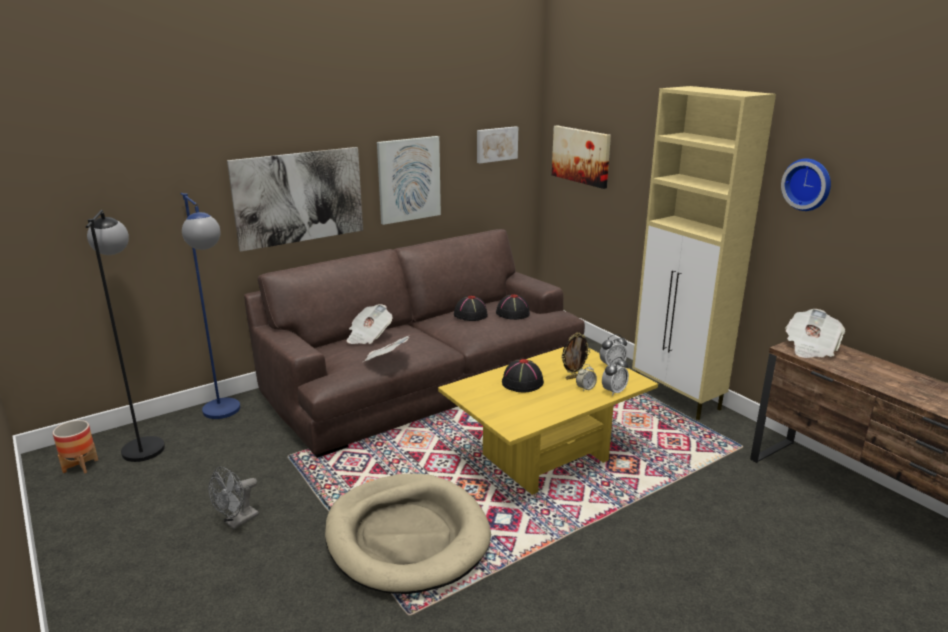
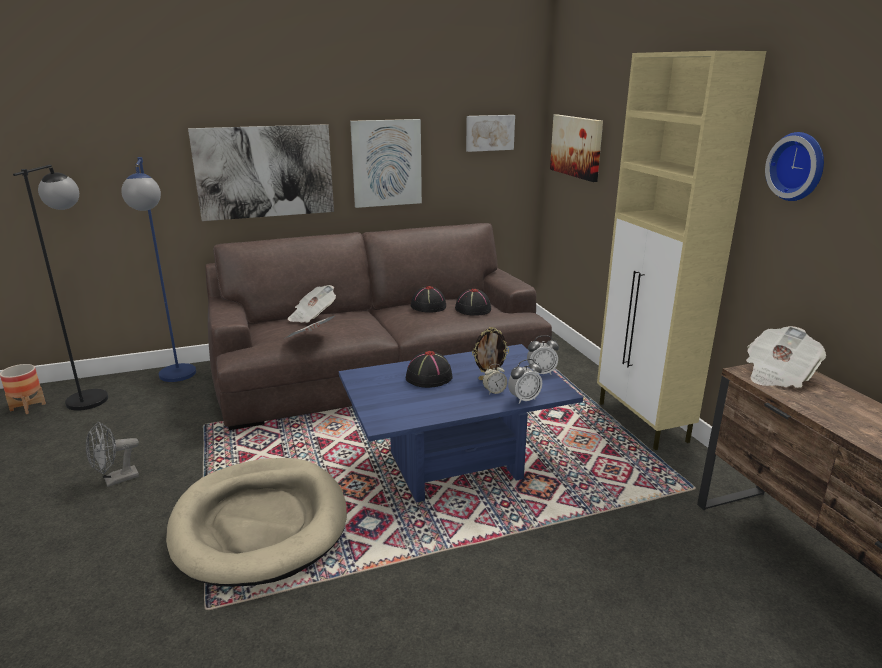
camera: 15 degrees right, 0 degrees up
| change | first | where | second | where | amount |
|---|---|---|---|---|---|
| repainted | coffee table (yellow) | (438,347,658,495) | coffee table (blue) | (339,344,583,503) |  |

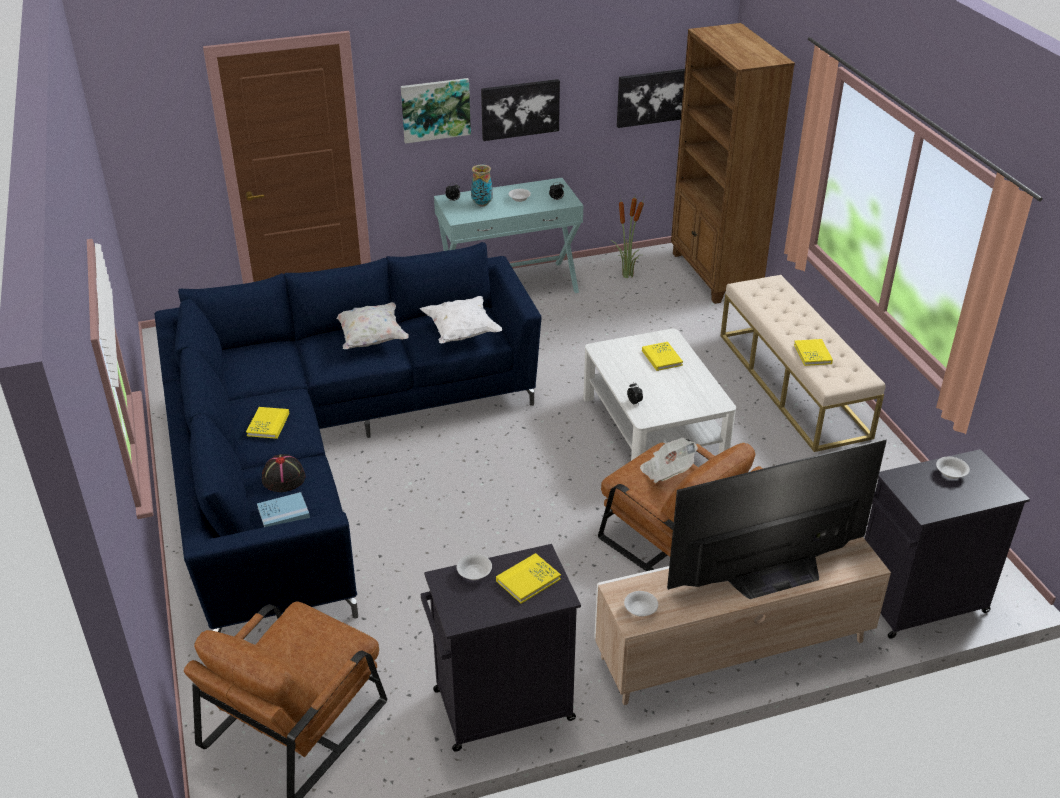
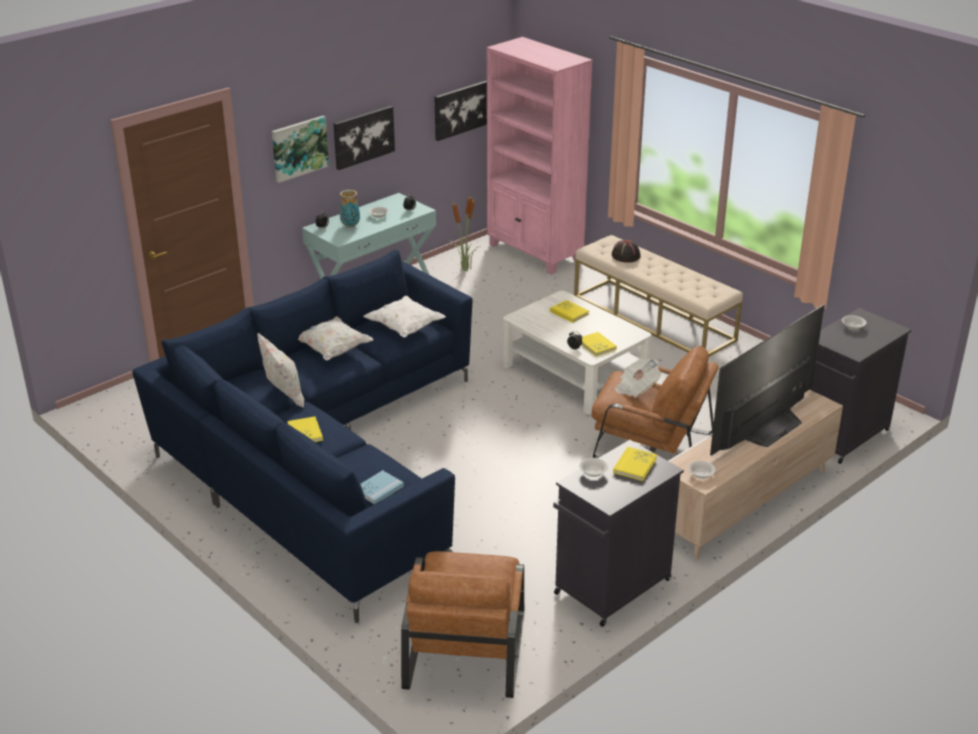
camera: 25 degrees left, 5 degrees down
| change | first | where | second | where | amount |
|---|---|---|---|---|---|
| new |  |  | pillow (white) | (257,333,304,408) |  |
| repainted | bookcase (brown) | (671,23,795,304) | bookcase (pink) | (487,37,593,275) |  |
| shifted | book (yellow) | (794,339,833,366) |  | (581,332,617,356) |  |
| shifted | hat (black) | (262,454,306,492) |  | (611,240,641,263) |  |

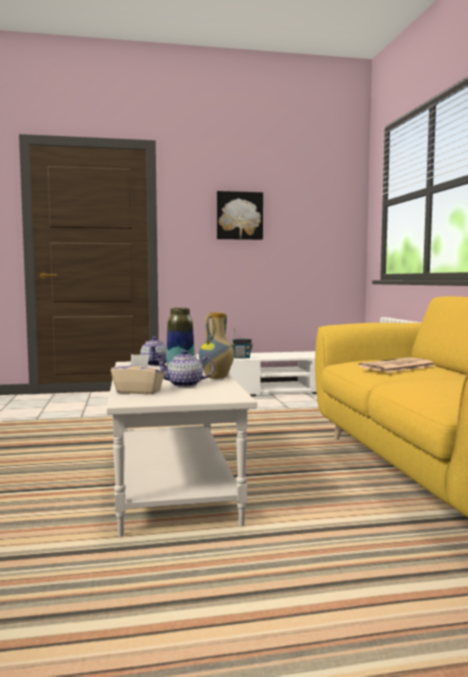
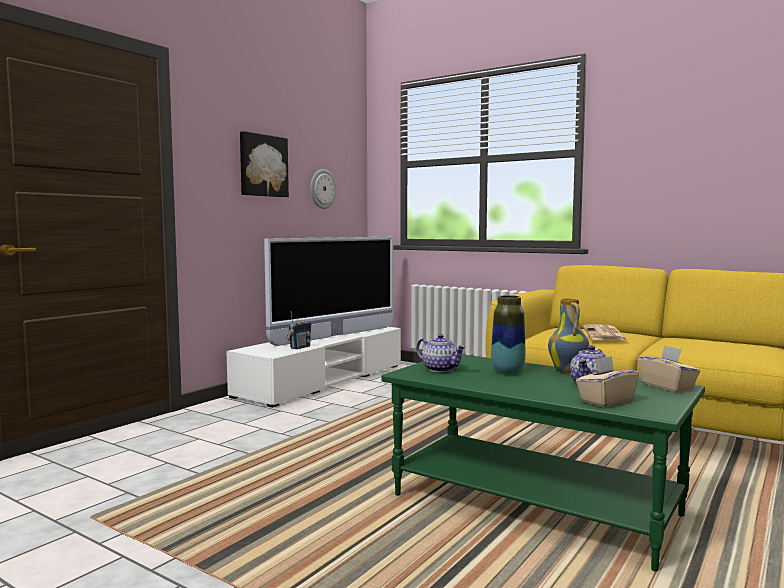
camera: 45 degrees left, 0 degrees up
| change | first | where | second | where | amount |
|---|---|---|---|---|---|
| new |  |  | television | (264,237,393,346) |  |
| new |  |  | wall clock | (310,169,337,209) |  |
| repainted | coffee table (white) | (107,360,257,537) | coffee table (green) | (381,355,705,572) |  |
| new |  |  | tissue box (beige) | (637,345,700,392) |  |

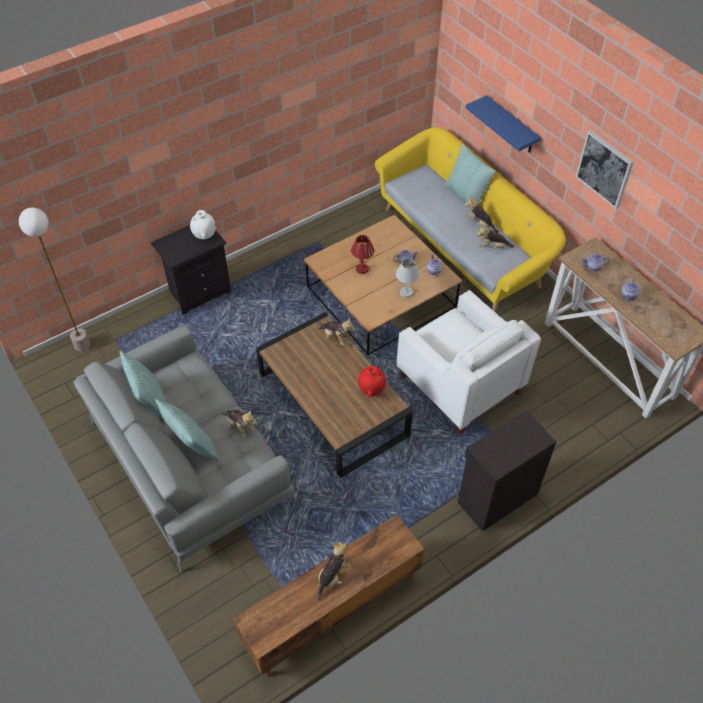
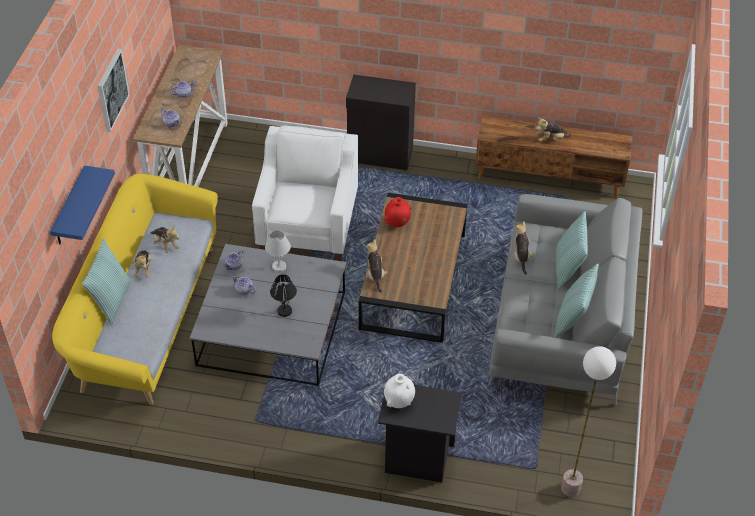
camera: 135 degrees left, 5 degrees down
| change | first | where | second | where | amount |
|---|---|---|---|---|---|
| repainted | coffee table (brown) | (304,215,462,355) | coffee table (grey) | (190,244,346,386) |  |
| repainted | table lamp (red) | (351,235,374,274) | table lamp (black) | (270,274,297,317) |  |

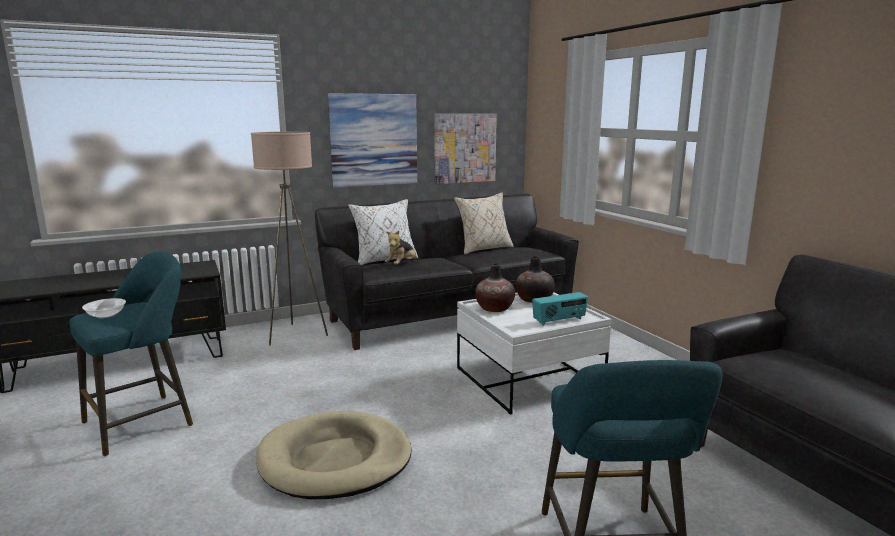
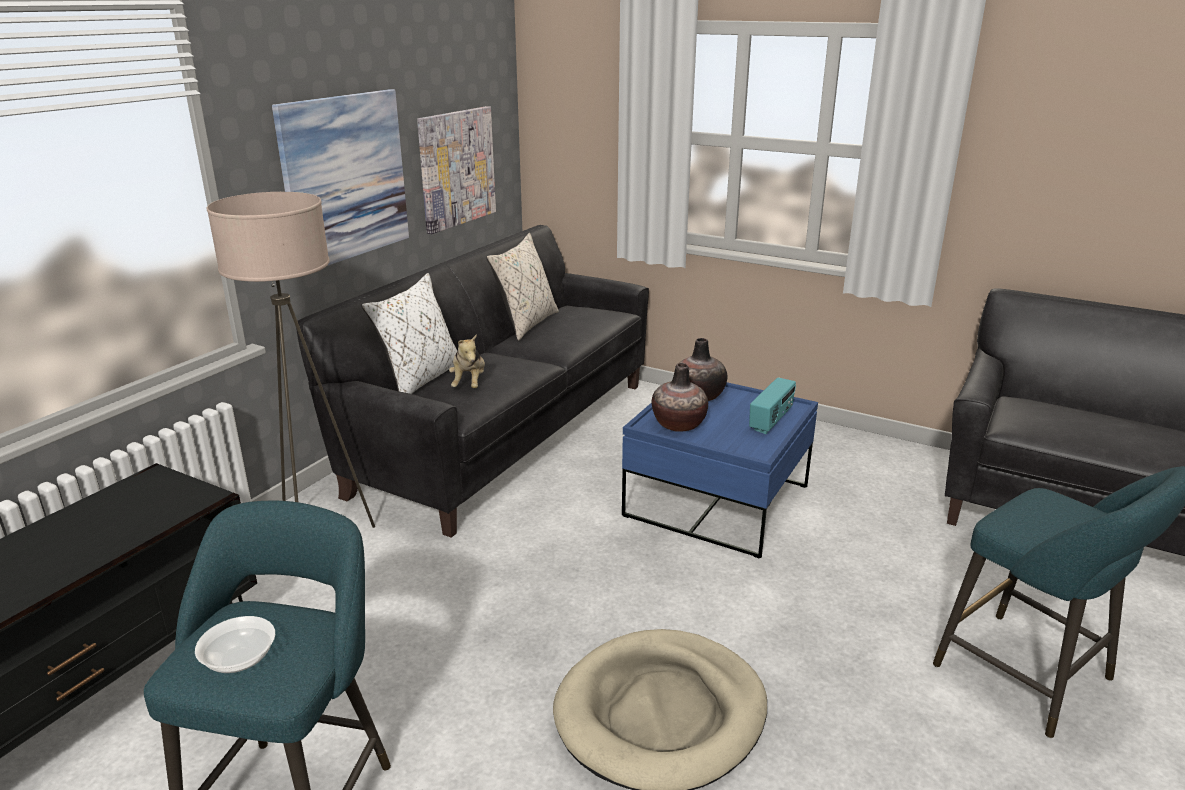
camera: 35 degrees left, 10 degrees up
| change | first | where | second | where | amount |
|---|---|---|---|---|---|
| repainted | coffee table (white) | (457,292,612,415) | coffee table (blue) | (622,382,818,558) |  |

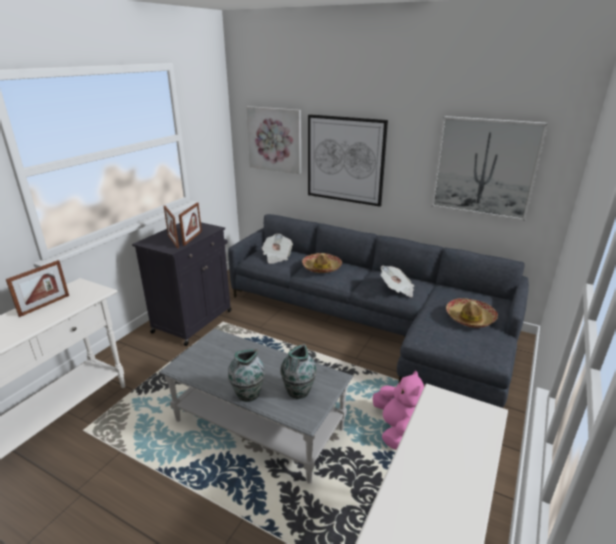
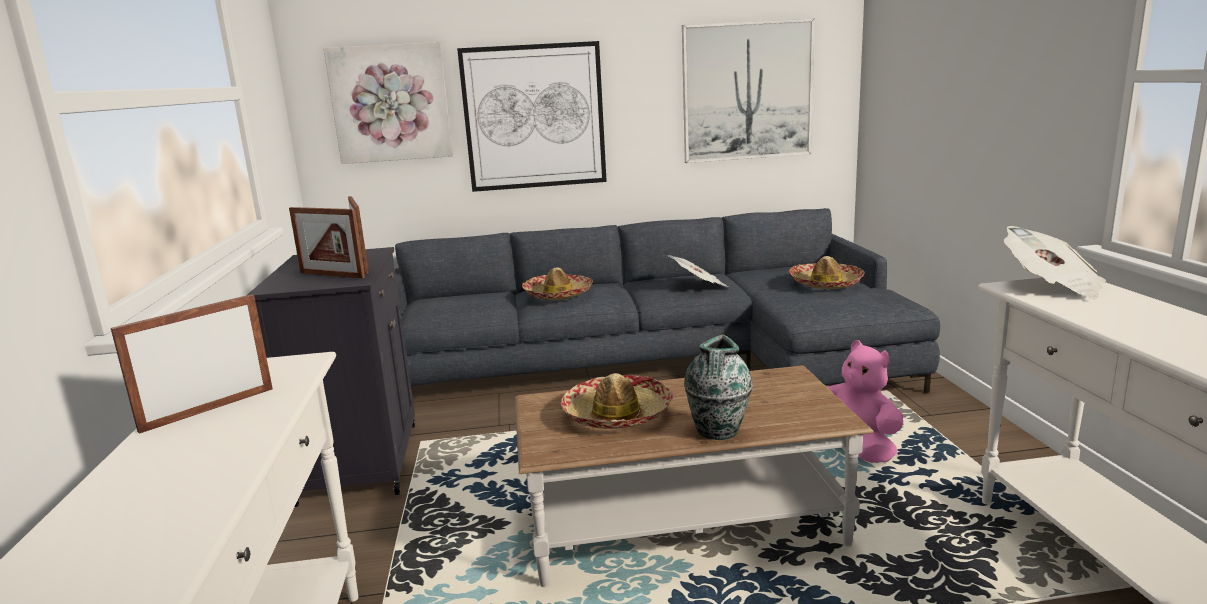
camera: 35 degrees left, 10 degrees down
| change | first | where | second | where | amount |
|---|---|---|---|---|---|
| rotated | picture frame | (6,260,69,317) |  | (111,294,273,434) | 135 degrees counterclockwise |
| repainted | coffee table (grey) | (159,329,353,484) | coffee table (brown) | (515,365,874,587) |  |
| new |  |  | hat | (561,373,673,429) |  |
| shifted | newspaper | (262,234,293,264) |  | (1004,226,1106,300) |  |
| gone | vase | (280,344,317,399) |  |  |  |

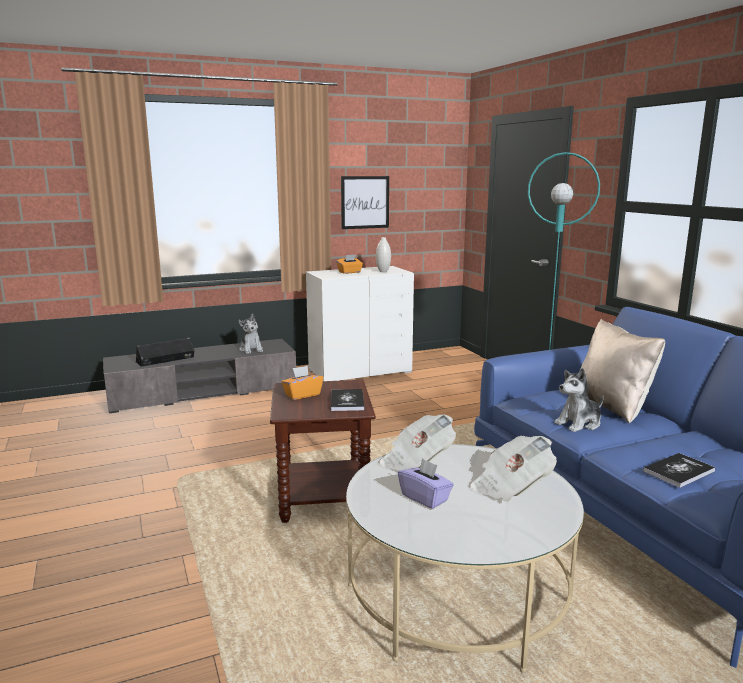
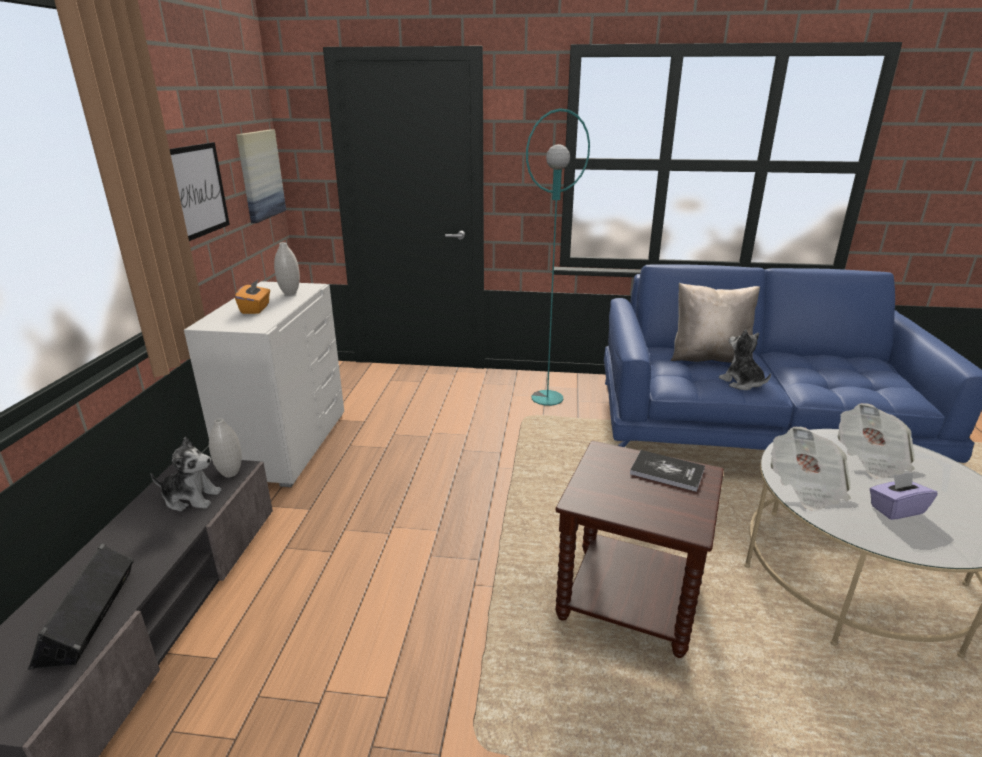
camera: 60 degrees left, 10 degrees up
| change | first | where | second | where | amount |
|---|---|---|---|---|---|
| new |  |  | vase (white) | (209,418,242,478) |  |
| new |  |  | picture | (236,130,286,223) |  |
| rotated | plush toy | (554,368,604,432) |  | (719,329,771,390) | 150 degrees clockwise |
| gone | tissue box (orange) | (281,366,323,400) |  |  |  |
| gone | book | (643,453,716,488) |  |  |  |

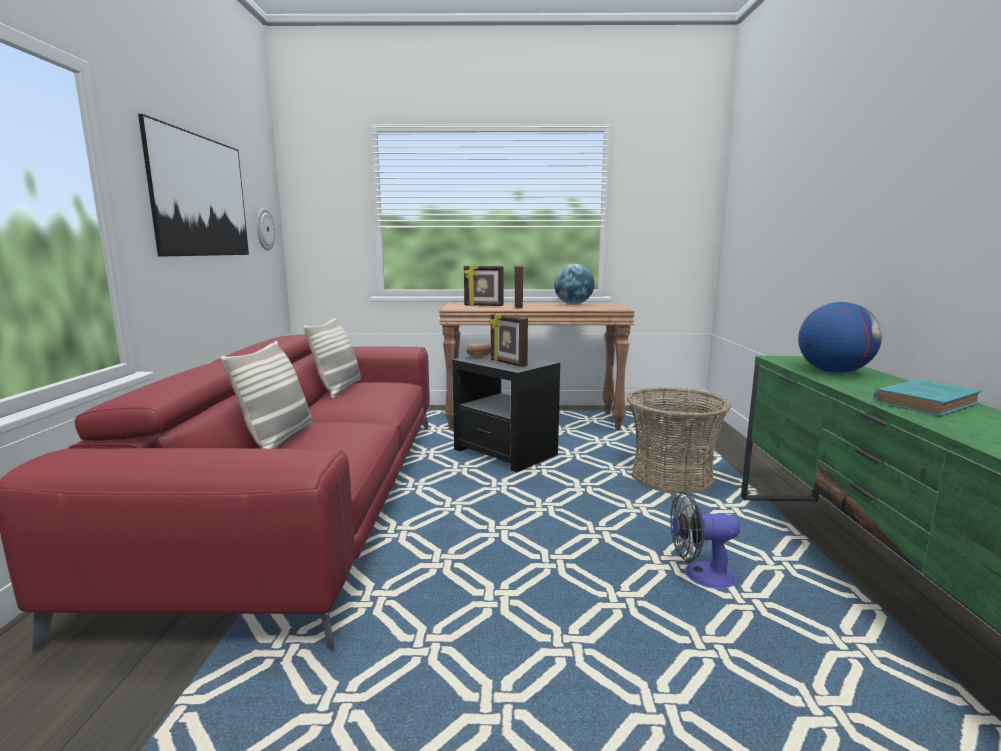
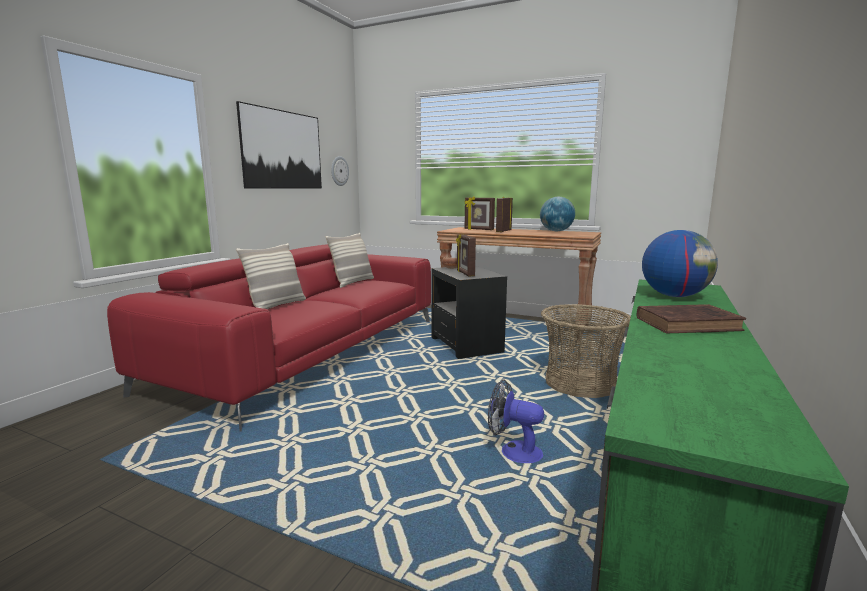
camera: 25 degrees right, 0 degrees up
| change | first | where | second | where | amount |
|---|---|---|---|---|---|
| repainted | book (turquoise) | (874,379,981,416) | book (brown) | (637,304,746,333) |  |

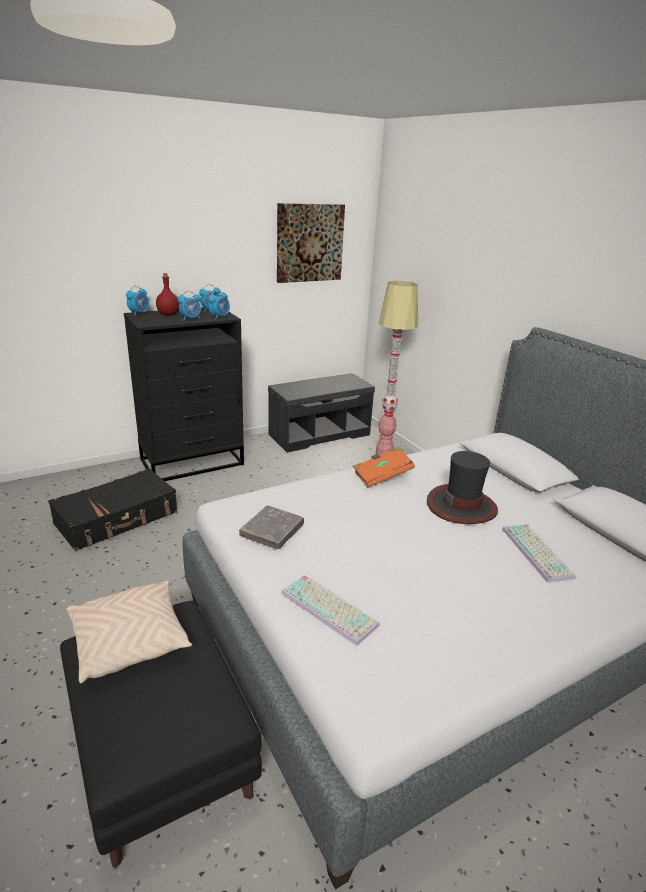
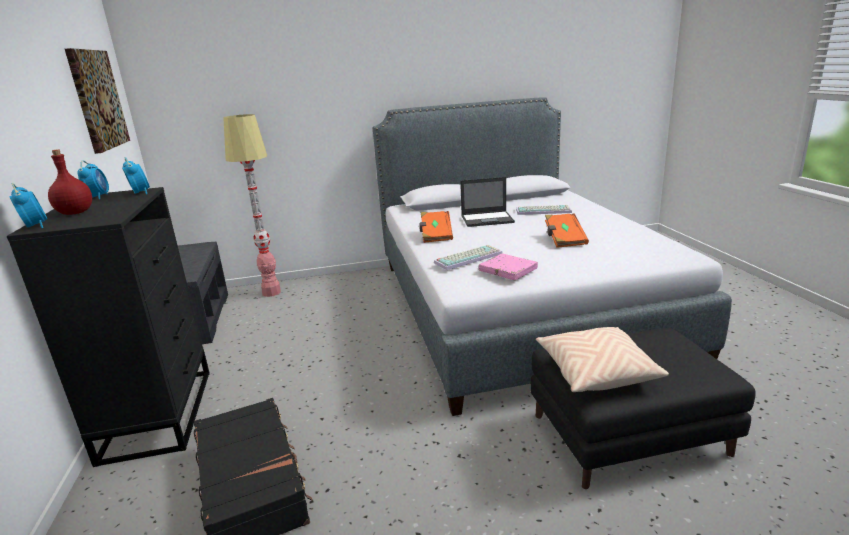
camera: 70 degrees left, 5 degrees down
| change | first | where | second | where | amount |
|---|---|---|---|---|---|
| shifted | keyboard | (281,575,380,646) |  | (434,245,503,270) |  |
| swapped | hat | (427,451,498,524) | laptop | (460,177,515,227) |  |
| repainted | book (grey) | (239,505,304,549) | book (pink) | (479,254,538,280) |  |
| new |  |  | book (orange) | (545,213,589,248) |  |
| gone | alarm clock | (178,291,201,320) |  |  |  |

